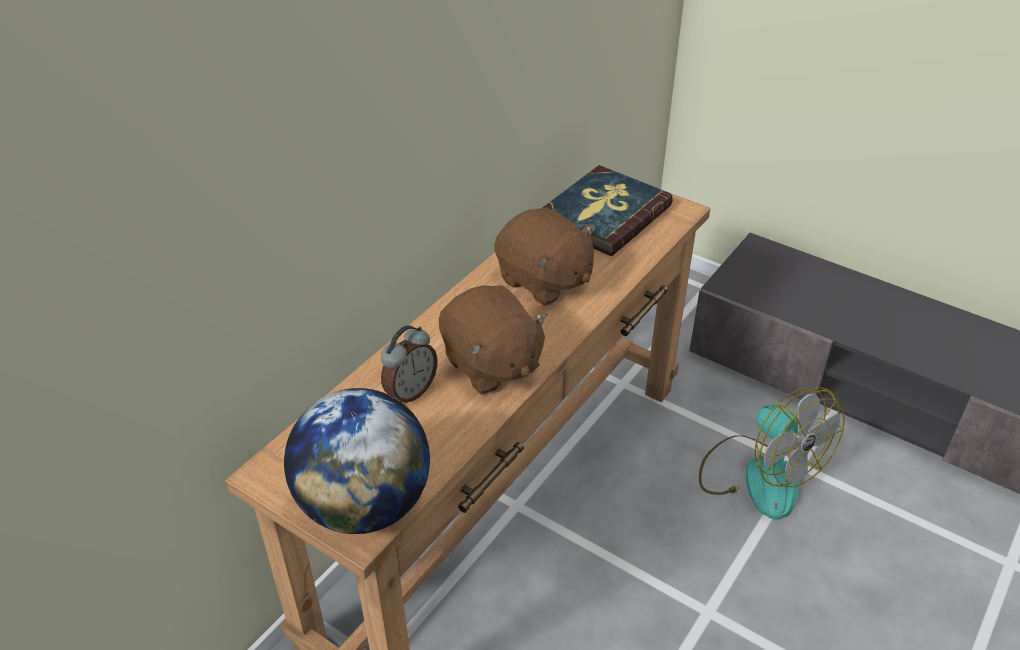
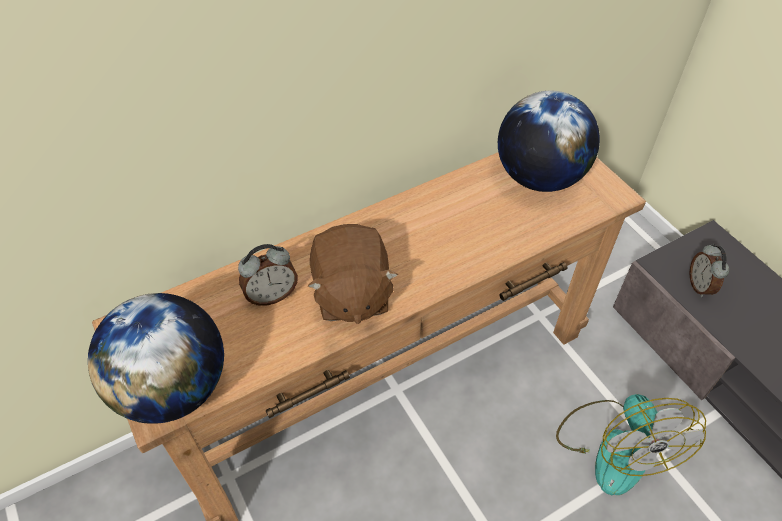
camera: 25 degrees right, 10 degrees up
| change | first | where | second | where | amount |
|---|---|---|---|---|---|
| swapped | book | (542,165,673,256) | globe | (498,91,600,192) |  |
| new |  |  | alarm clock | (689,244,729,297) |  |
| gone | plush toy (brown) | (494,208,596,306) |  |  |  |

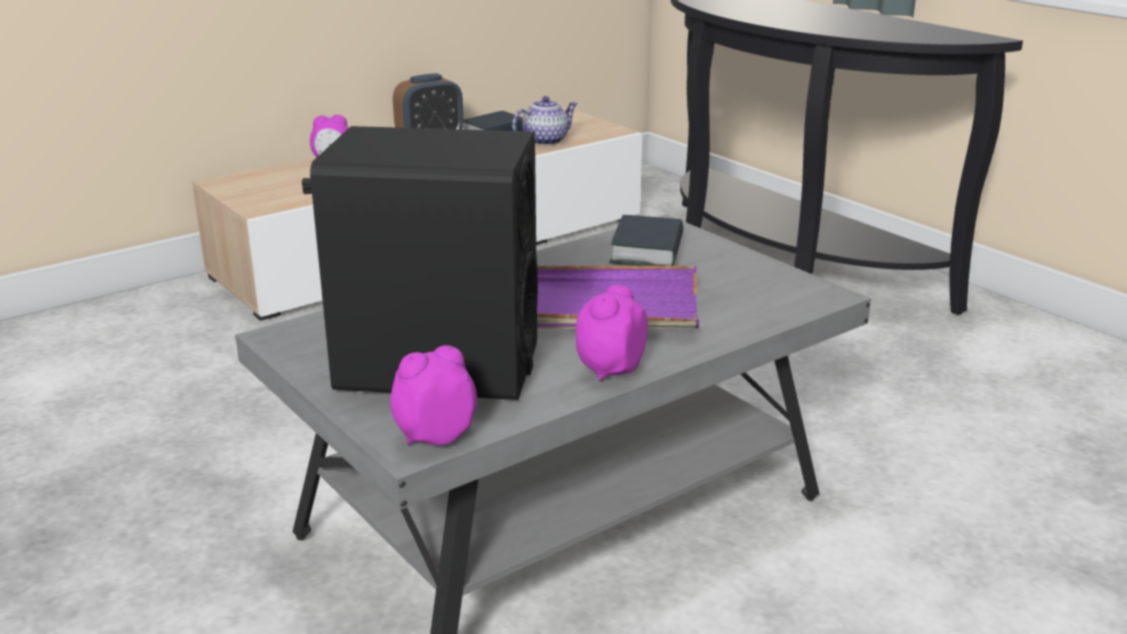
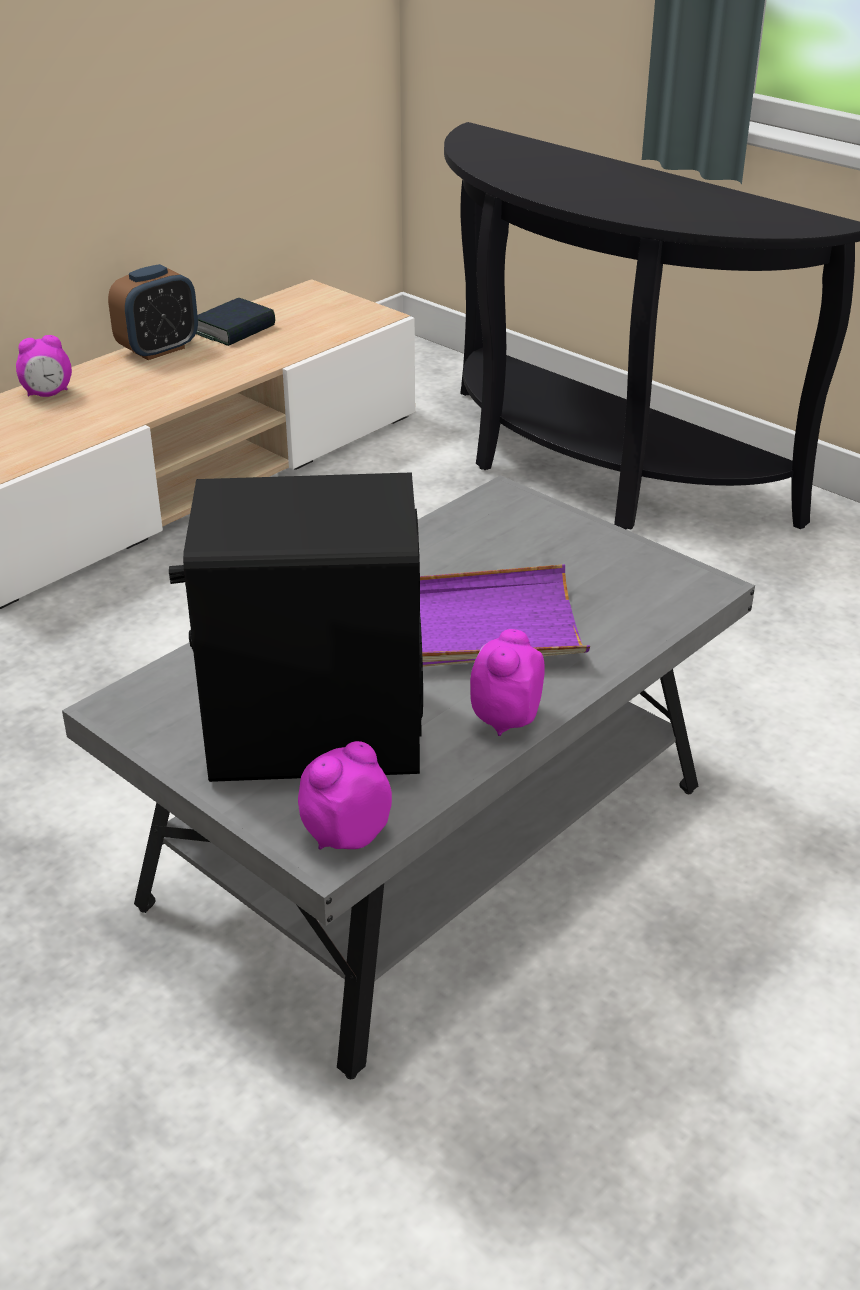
camera: 10 degrees left, 10 degrees up
| change | first | where | second | where | amount |
|---|---|---|---|---|---|
| gone | teapot | (512,96,577,146) |  |  |  |
| gone | book | (609,215,683,266) |  |  |  |

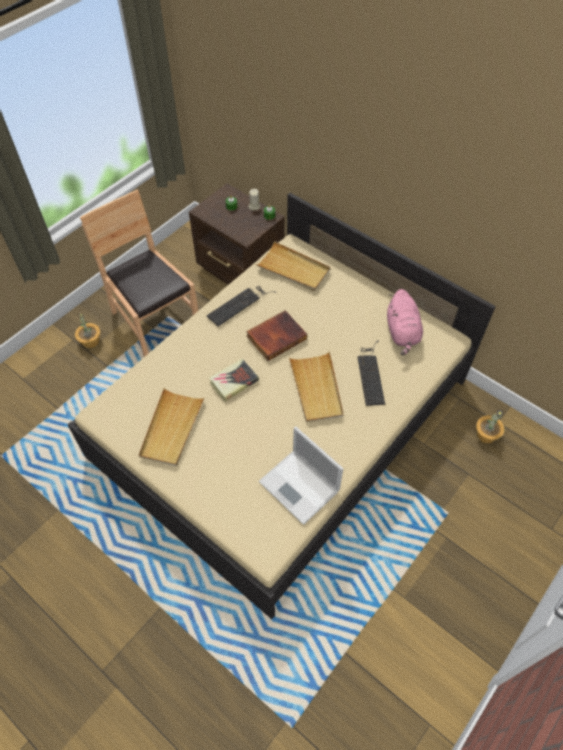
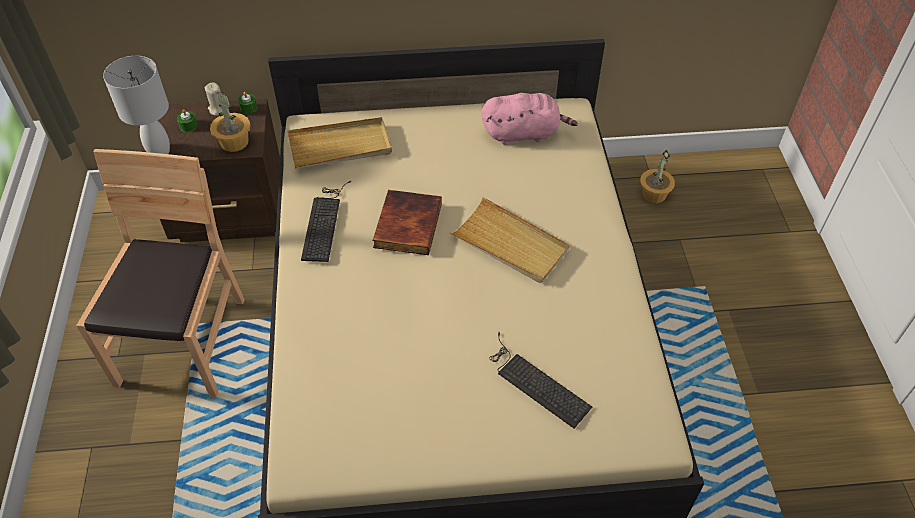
camera: 45 degrees left, 5 degrees down
| change | first | where | second | where | amount |
|---|---|---|---|---|---|
| rotated | chair (brown) | (80,189,199,357) |  | (76,149,245,397) | 90 degrees clockwise |
| new |  |  | table lamp (white) | (103,56,170,154) |  |
| shifted | potted plant | (75,313,100,348) |  | (210,92,251,152) |  |
| rotated | plush toy (pink) | (387,289,423,355) |  | (482,93,578,145) | 45 degrees counterclockwise |
| shifted | keyboard | (358,340,385,406) |  | (489,332,592,428) |  |
| gone | tray (beige) | (139,388,205,466) |  |  |  |
| gone | book | (209,359,259,401) |  |  |  |
| gone | laptop | (259,426,343,525) |  |  |  |

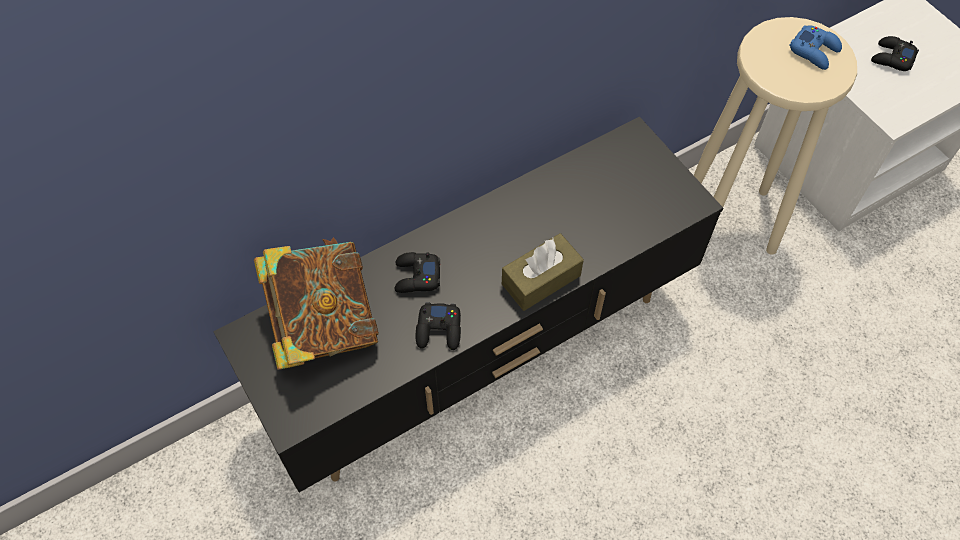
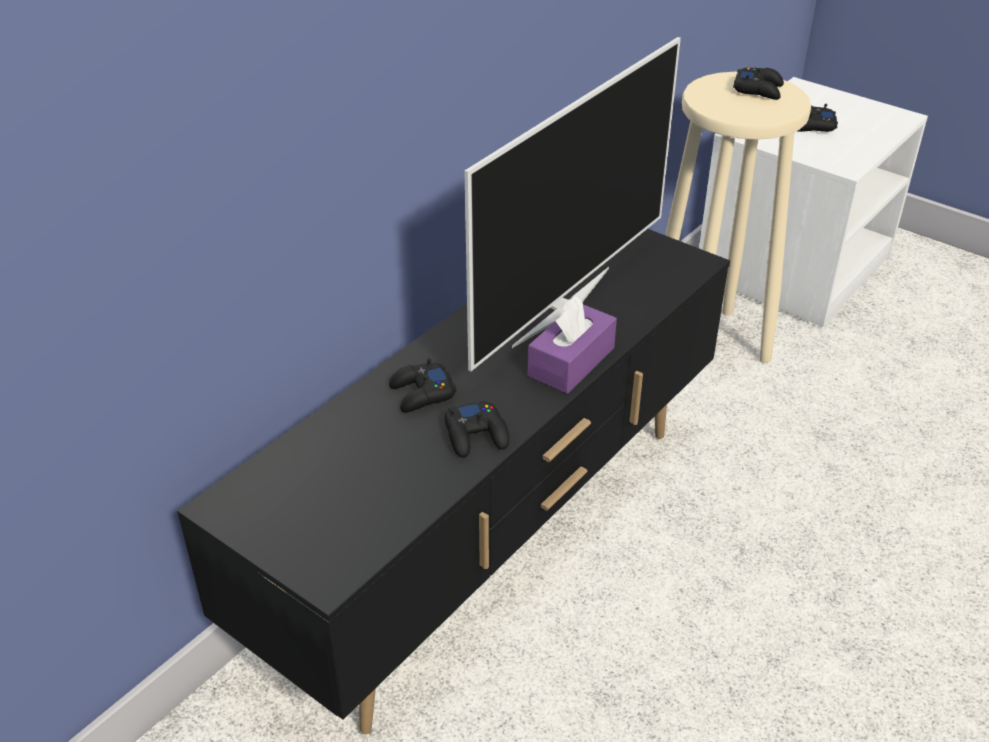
camera: 20 degrees left, 20 degrees down
| change | first | where | second | where | amount |
|---|---|---|---|---|---|
| new |  |  | television | (465,37,681,371) |  |
| repainted | tissue box (brown) | (502,233,584,311) | tissue box (purple) | (527,297,617,394) |  |
| repainted | game controller (blue) | (789,25,842,70) | game controller (black) | (733,67,784,100) |  |
| gone | book | (254,237,379,370) |  |  |  |

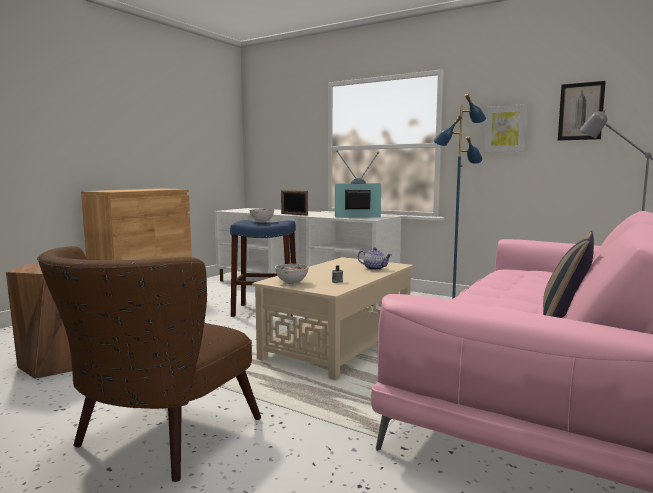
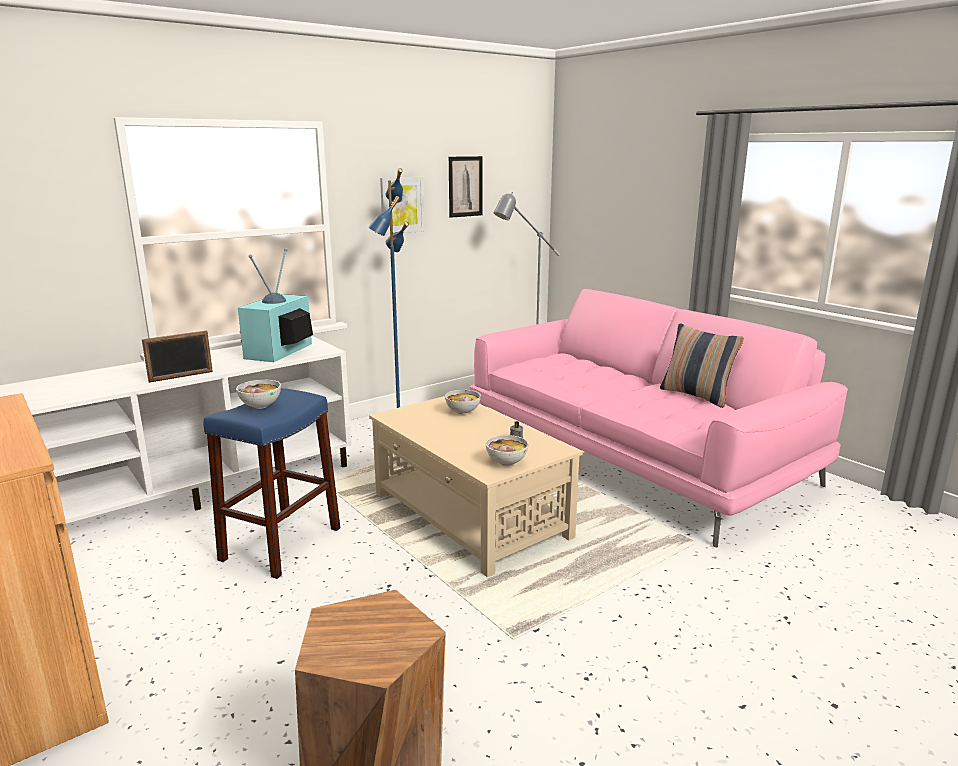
camera: 70 degrees left, 10 degrees up
| change | first | where | second | where | amount |
|---|---|---|---|---|---|
| swapped | teapot | (358,247,392,270) | bowl | (445,390,481,414) |  |
| gone | armchair (brown) | (37,246,261,482) |  |  |  |

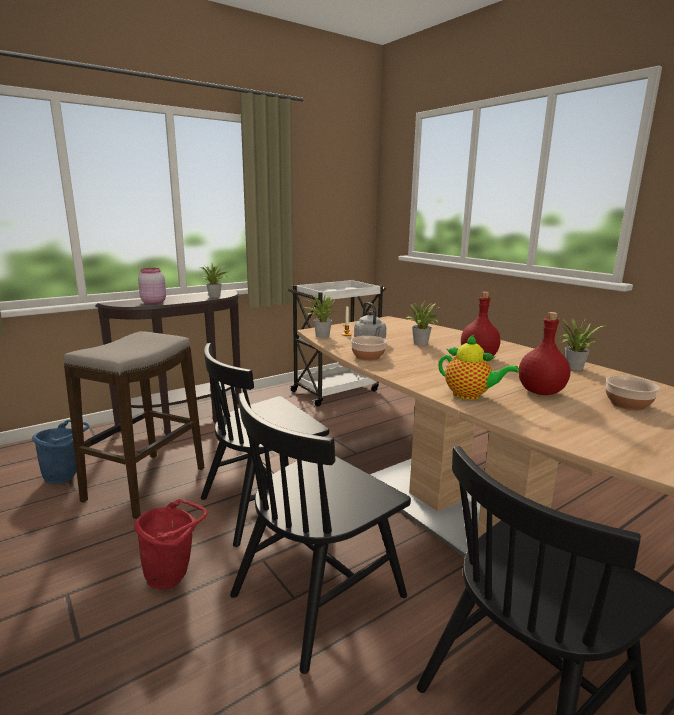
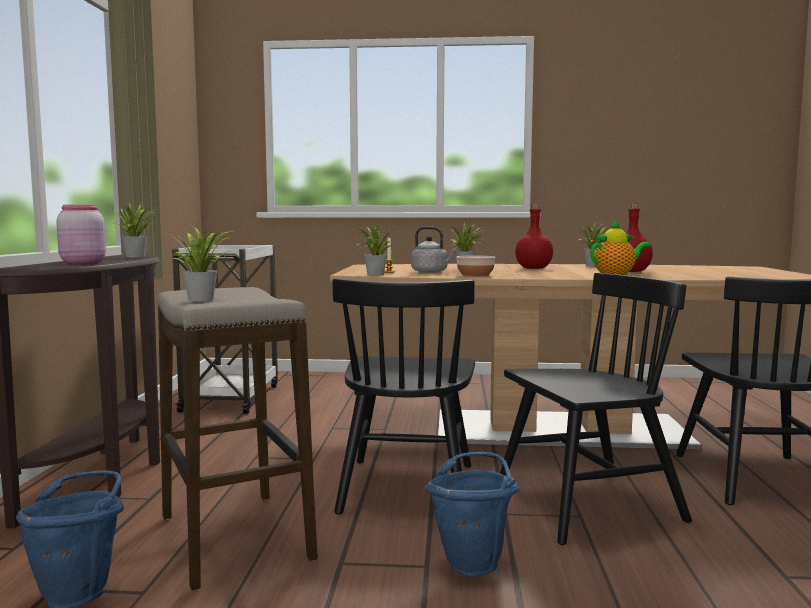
camera: 50 degrees left, 10 degrees down
| change | first | where | second | where | amount |
|---|---|---|---|---|---|
| new |  |  | potted plant | (168,225,234,301) |  |
| repainted | bucket (red) | (134,499,207,590) | bucket (blue) | (425,452,519,577) |  |
| rotated | chair (black) | (230,393,411,674) |  | (500,273,692,545) | 105 degrees counterclockwise |
| gone | bowl | (606,376,659,411) |  |  |  |

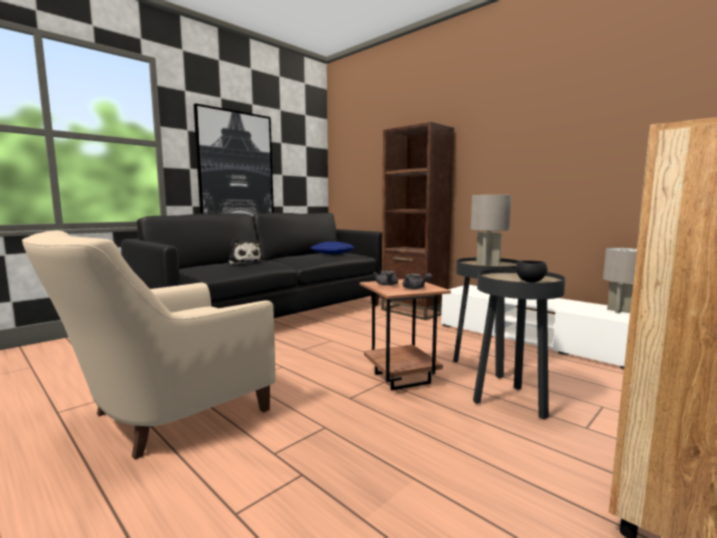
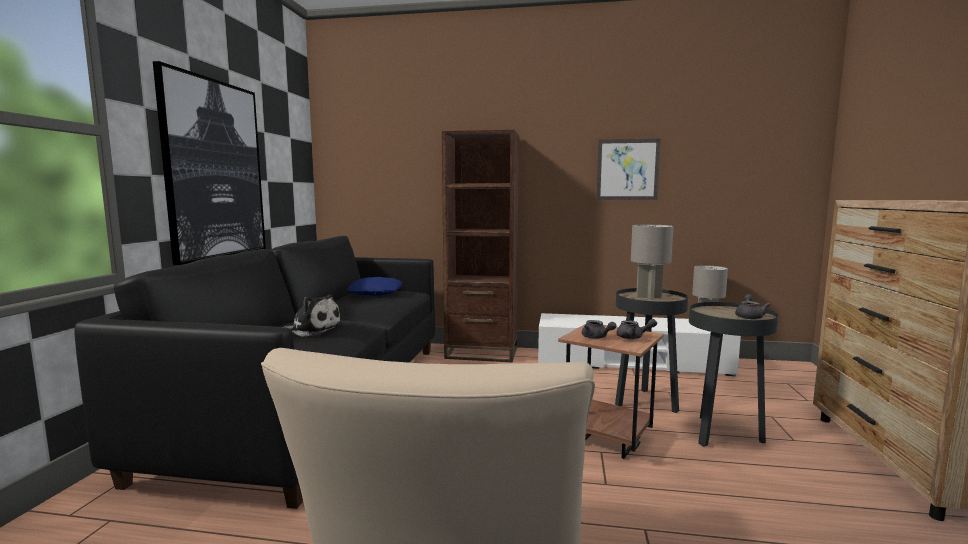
camera: 35 degrees left, 0 degrees up
| change | first | where | second | where | amount |
|---|---|---|---|---|---|
| new |  |  | picture | (596,139,661,200) |  |
| swapped | bowl (black) | (516,261,548,282) | teapot (grey) | (735,294,770,319) |  |

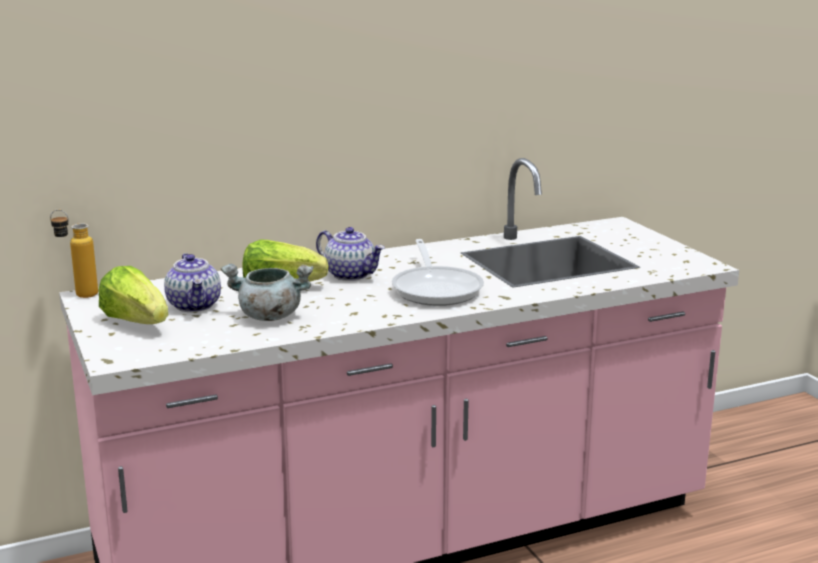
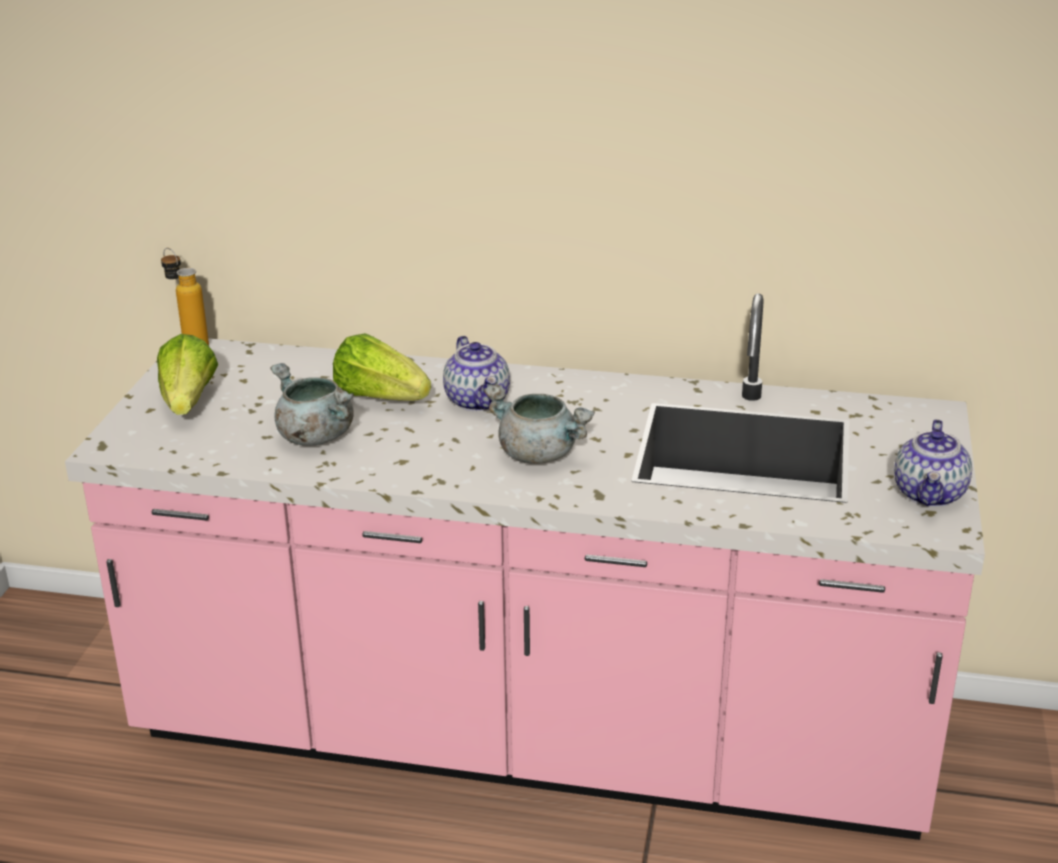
camera: 35 degrees right, 10 degrees up
| change | first | where | second | where | amount |
|---|---|---|---|---|---|
| swapped | frying pan | (392,239,484,306) | cooking pot (grey) | (484,384,595,464) |  |
| shifted | teapot | (164,253,221,312) |  | (894,419,972,507) |  |

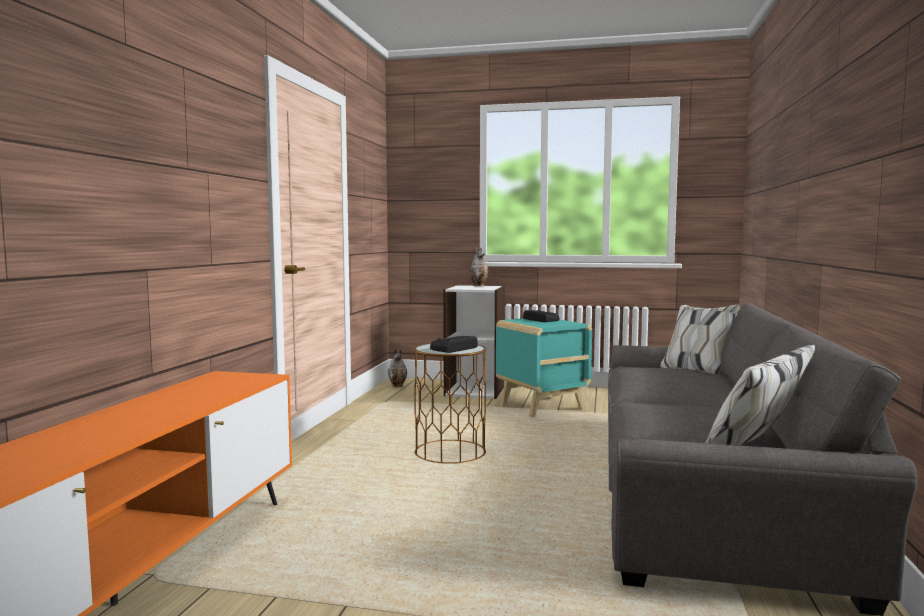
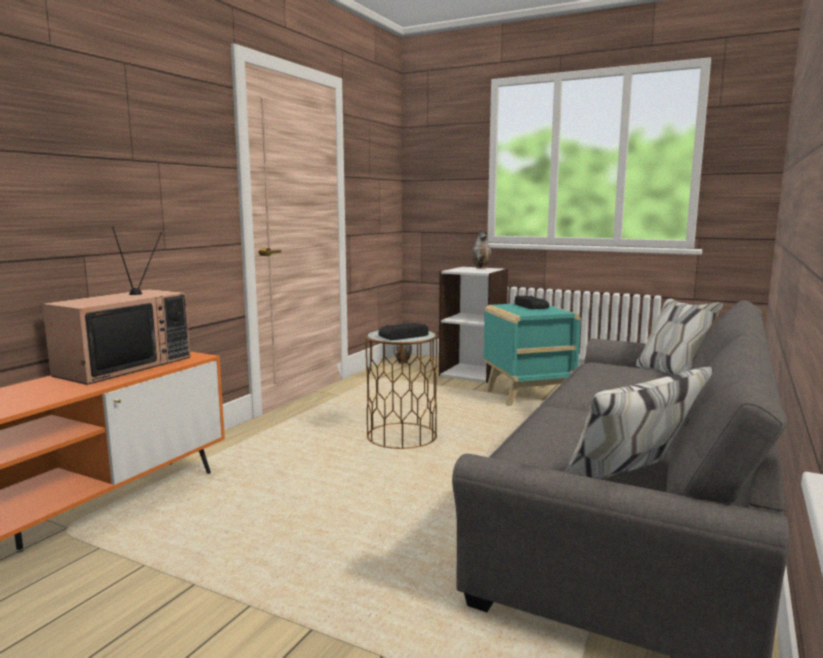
camera: 15 degrees right, 5 degrees up
| change | first | where | second | where | amount |
|---|---|---|---|---|---|
| new |  |  | television | (42,226,191,385) |  |

